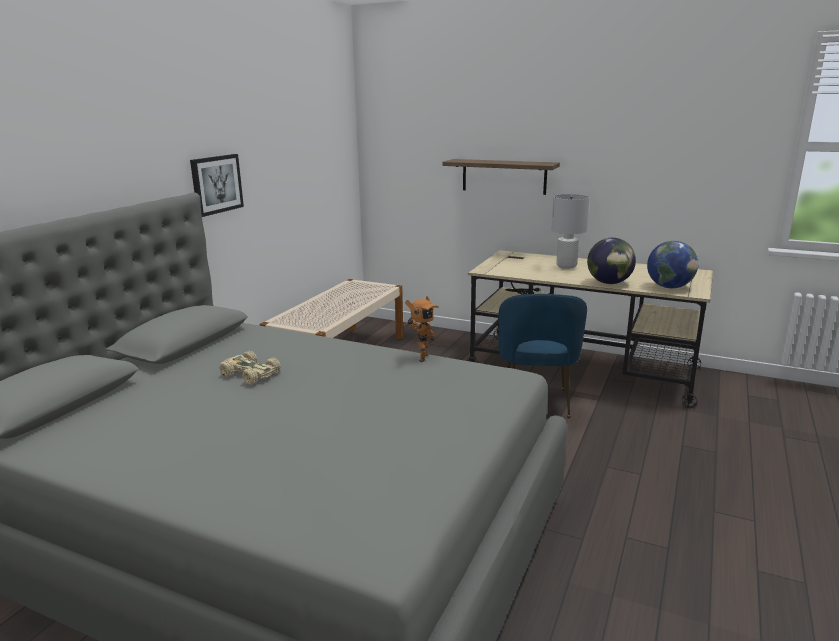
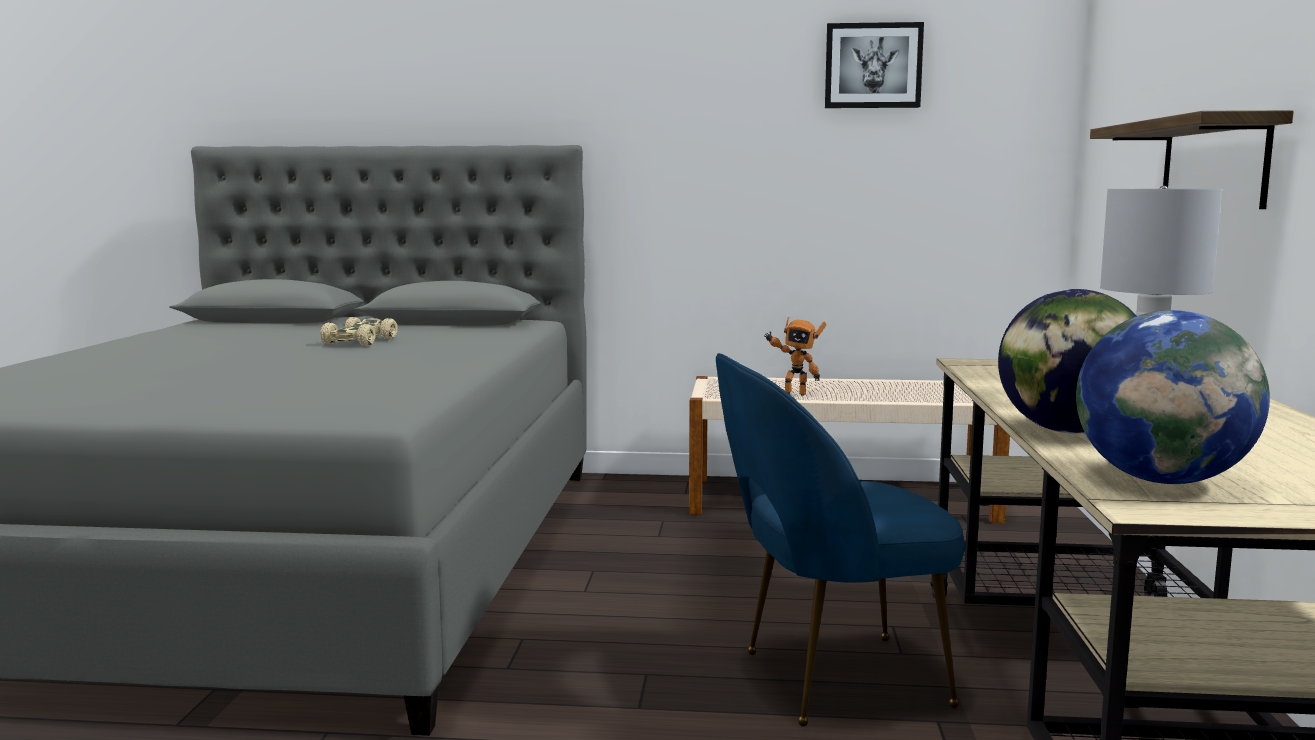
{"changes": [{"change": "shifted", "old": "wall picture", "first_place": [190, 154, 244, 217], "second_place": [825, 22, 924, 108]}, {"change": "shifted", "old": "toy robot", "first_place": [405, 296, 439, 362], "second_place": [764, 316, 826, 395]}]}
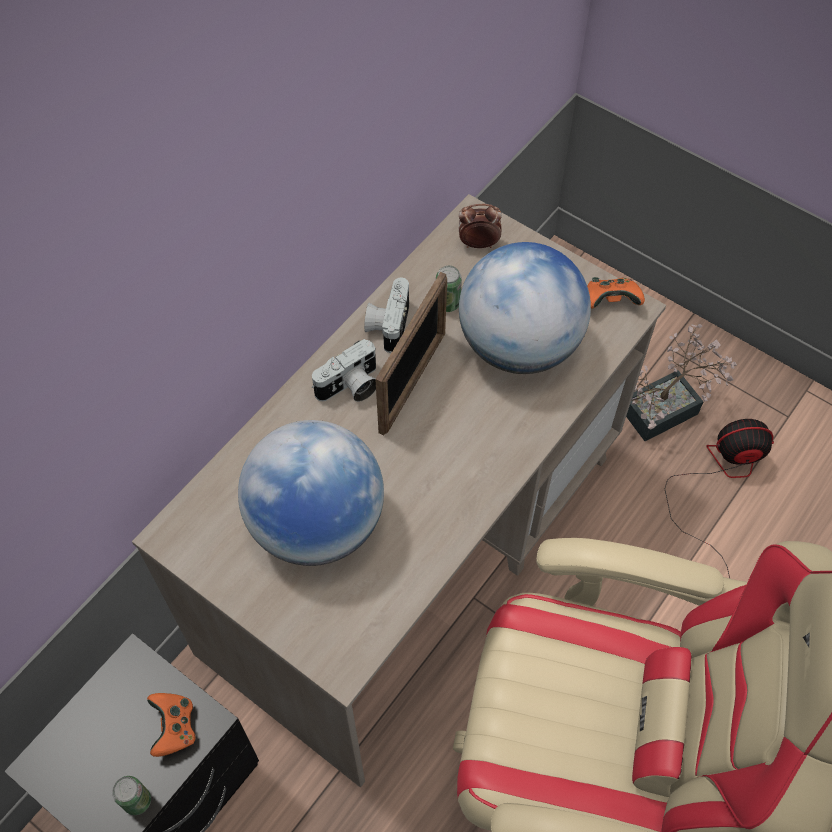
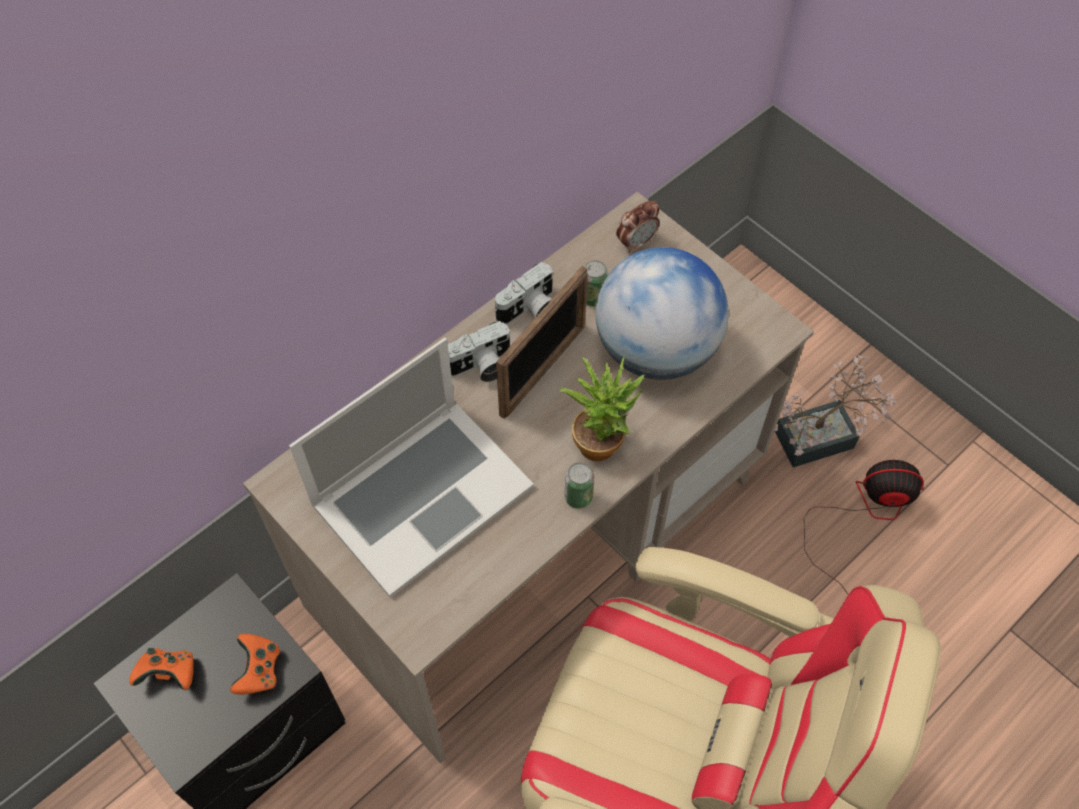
{"changes": [{"change": "rotated", "old": "alarm clock", "first_place": [459, 204, 502, 248], "second_place": [616, 201, 660, 253], "degrees": 135}, {"change": "shifted", "old": "orangey joypad", "first_place": [587, 277, 645, 309], "second_place": [129, 648, 194, 690]}, {"change": "rotated", "old": "photo camera", "first_place": [364, 278, 409, 353], "second_place": [495, 262, 553, 324], "degrees": -150}, {"change": "swapped", "old": "globe", "new": "notebook computer", "first_place": [238, 420, 384, 566], "second_place": [289, 338, 534, 598]}, {"change": "shifted", "old": "sealed can", "first_place": [112, 776, 151, 815], "second_place": [564, 462, 594, 509]}, {"change": "new", "new": "plant in a pot", "second_place": [559, 355, 644, 461]}]}
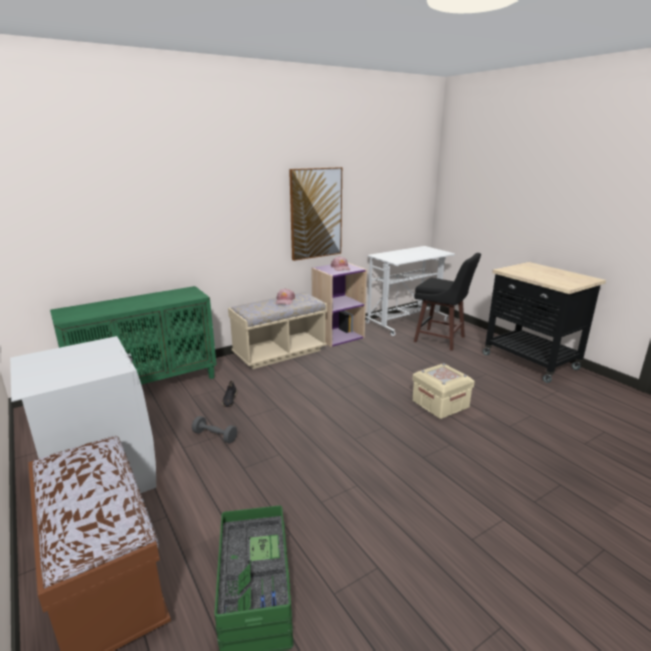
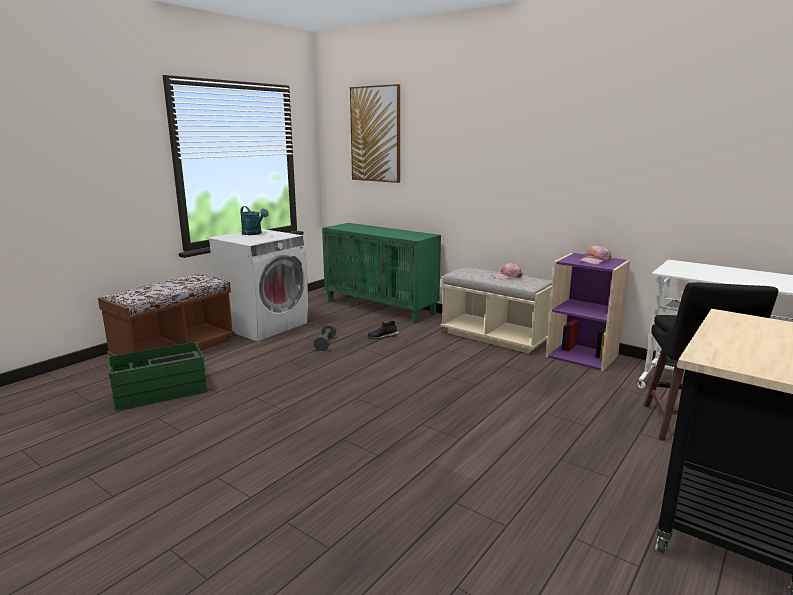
{"changes": [{"change": "shifted", "old": "wall picture", "first_place": [289, 167, 342, 261], "second_place": [350, 84, 400, 183]}, {"change": "gone", "old": "sand-coloured storage box", "first_place": [412, 363, 475, 419]}, {"change": "new", "new": "blue-green watering pot", "second_place": [240, 206, 269, 235]}]}
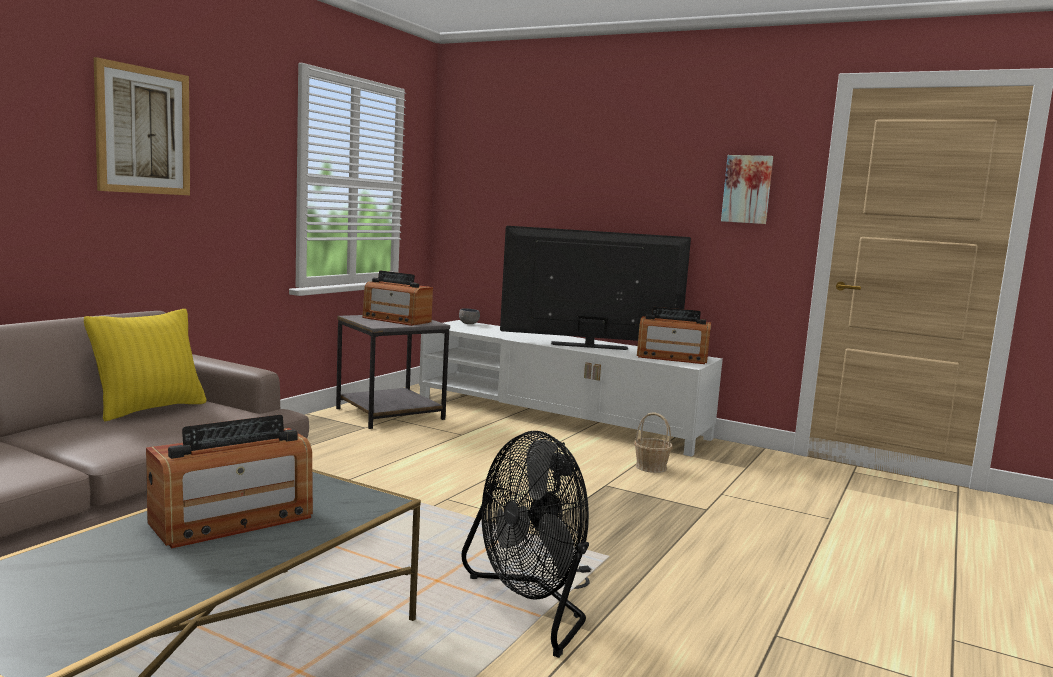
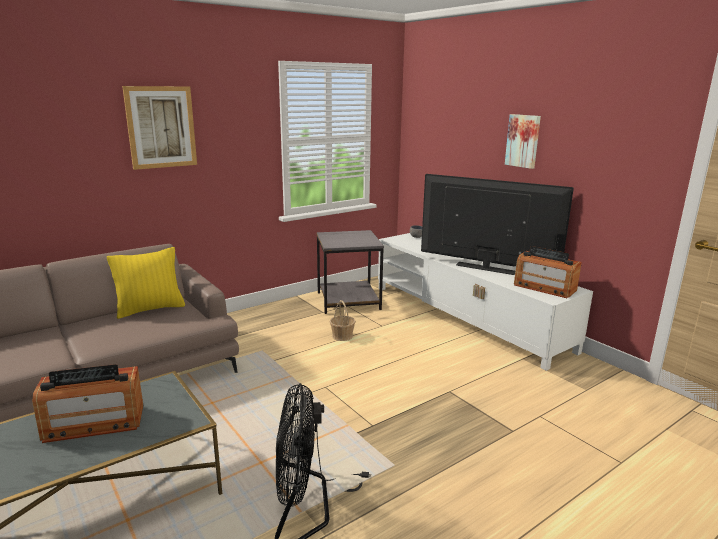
{"changes": [{"change": "shifted", "old": "wall picture", "first_place": [721, 155, 773, 224], "second_place": [505, 114, 541, 169]}, {"change": "gone", "old": "radio set", "first_place": [363, 271, 433, 326]}, {"change": "shifted", "old": "basket", "first_place": [634, 413, 673, 473], "second_place": [329, 300, 356, 341]}]}
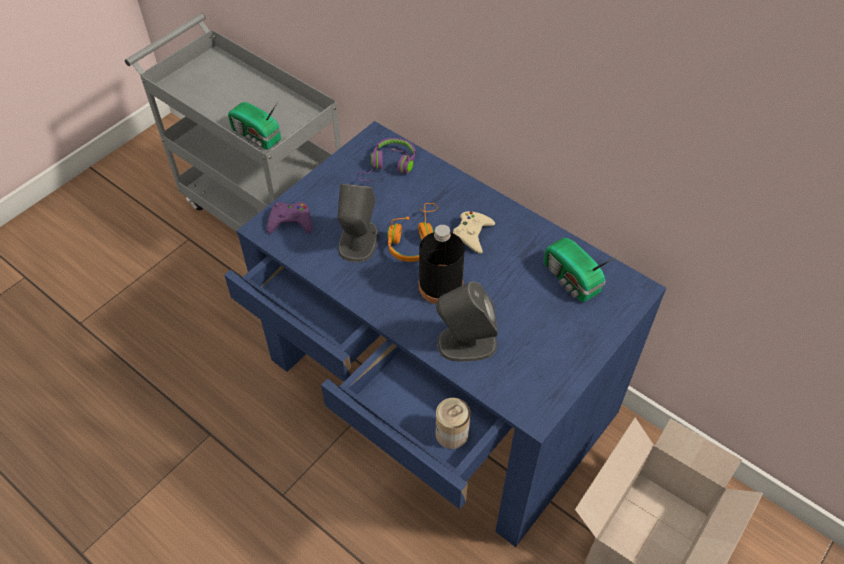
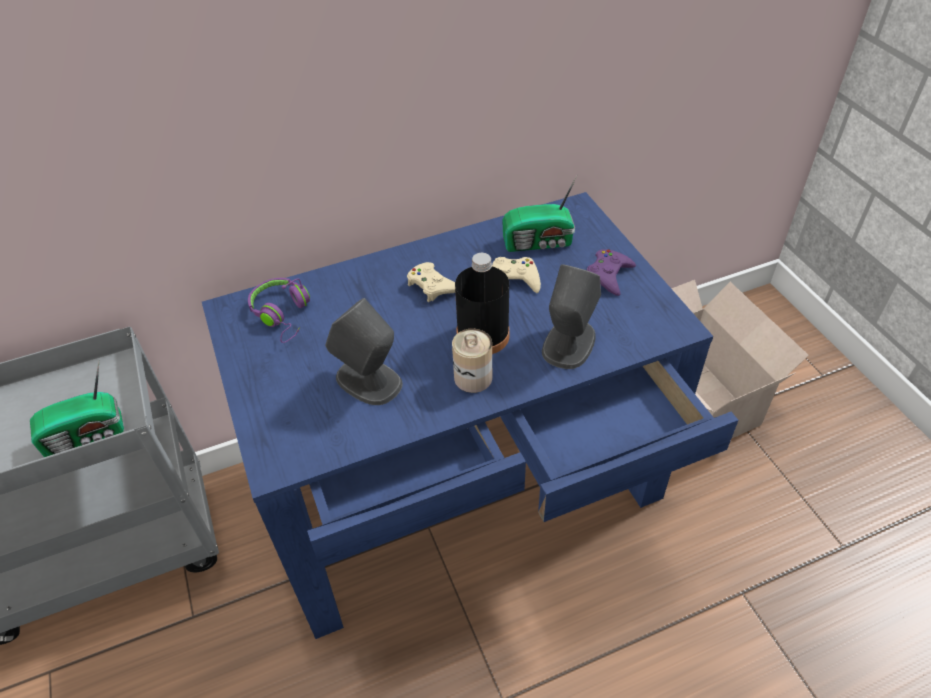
{"changes": [{"change": "shifted", "old": "purple joypad", "first_place": [267, 202, 312, 234], "second_place": [587, 249, 636, 296]}, {"change": "gone", "old": "orangey headphones", "first_place": [387, 203, 438, 262]}, {"change": "shifted", "old": "sealed can", "first_place": [436, 398, 470, 449], "second_place": [452, 329, 492, 393]}, {"change": "new", "new": "sand-coloured joypad", "second_place": [492, 257, 541, 293]}]}
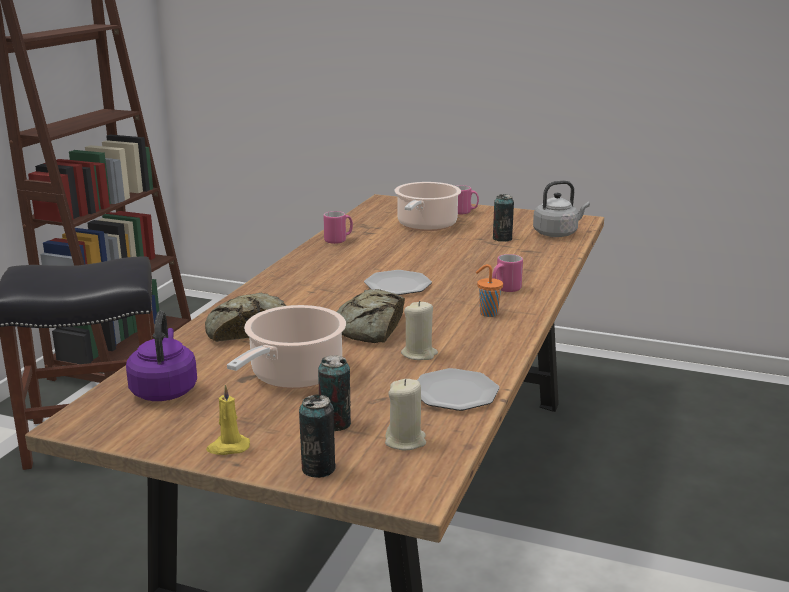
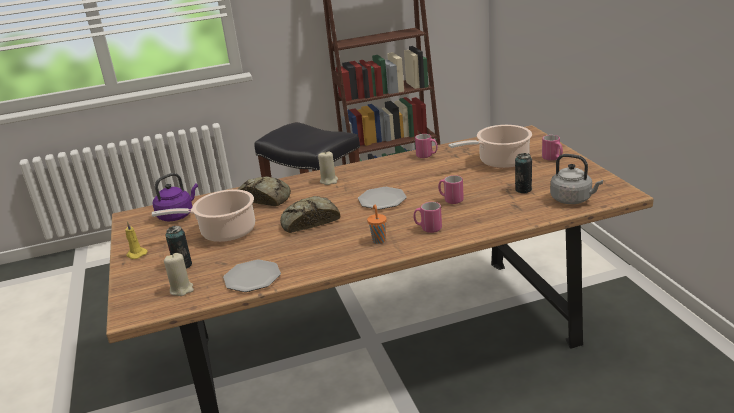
{"changes": [{"change": "shifted", "old": "sand-coloured wax candle", "first_place": [401, 301, 438, 360], "second_place": [318, 151, 338, 185]}, {"change": "gone", "old": "sealed can", "first_place": [299, 394, 336, 478]}, {"change": "new", "new": "pink-coloured tea mug", "second_place": [438, 175, 464, 204]}]}
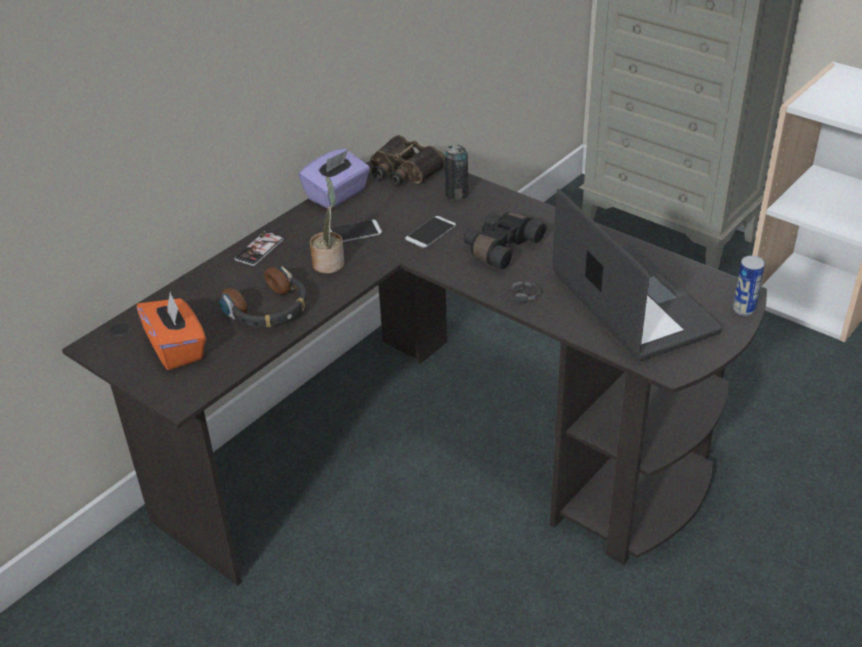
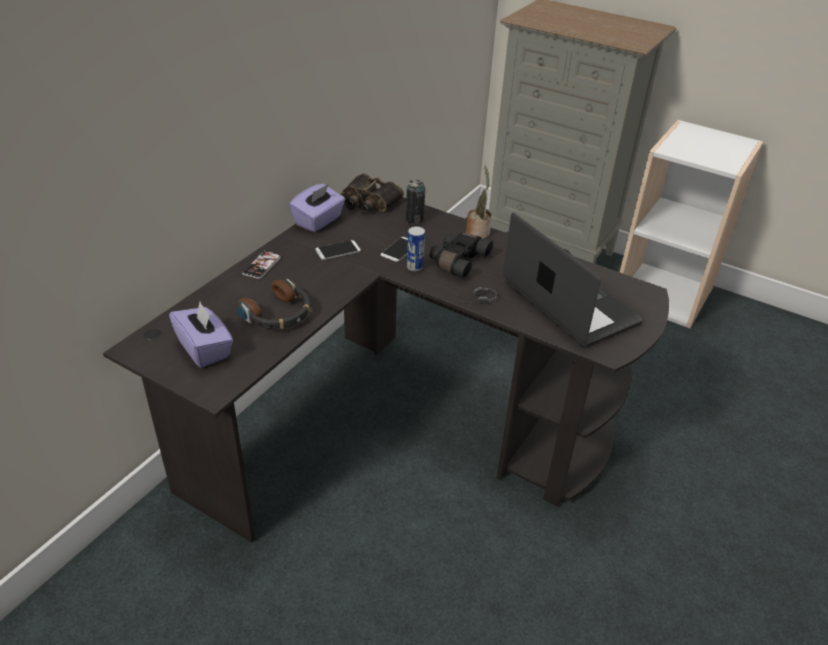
{"changes": [{"change": "shifted", "old": "plant in a pot", "first_place": [310, 176, 344, 273], "second_place": [466, 166, 492, 239]}, {"change": "shifted", "old": "sealed can", "first_place": [733, 256, 765, 316], "second_place": [407, 226, 425, 272]}, {"change": "repainted", "old": "orangey tissue box", "new": "purple tissue box", "first_place": [136, 291, 206, 370], "second_place": [169, 302, 233, 368]}]}
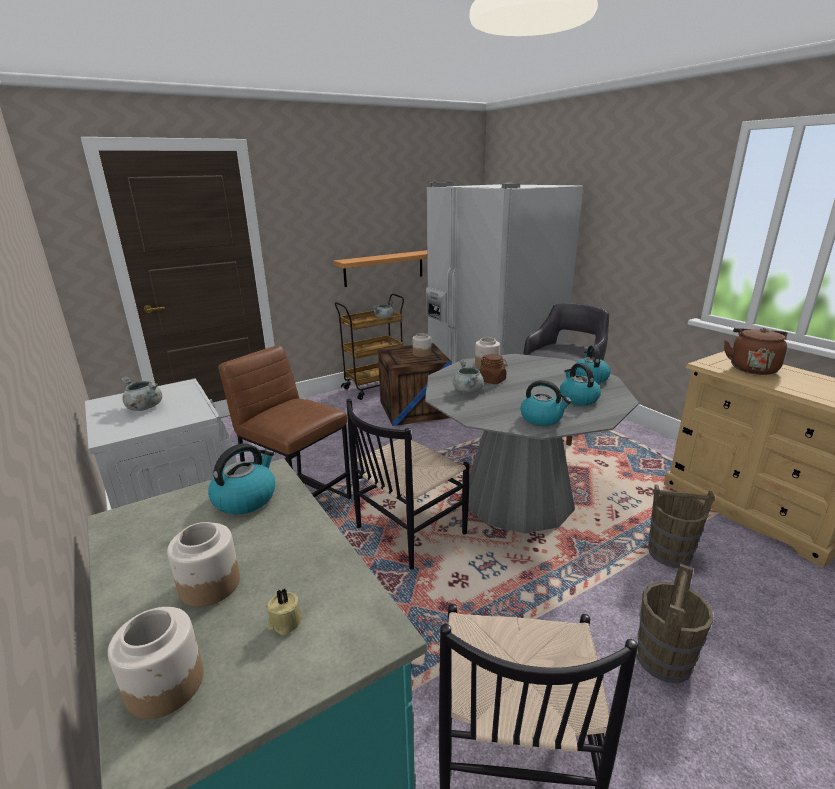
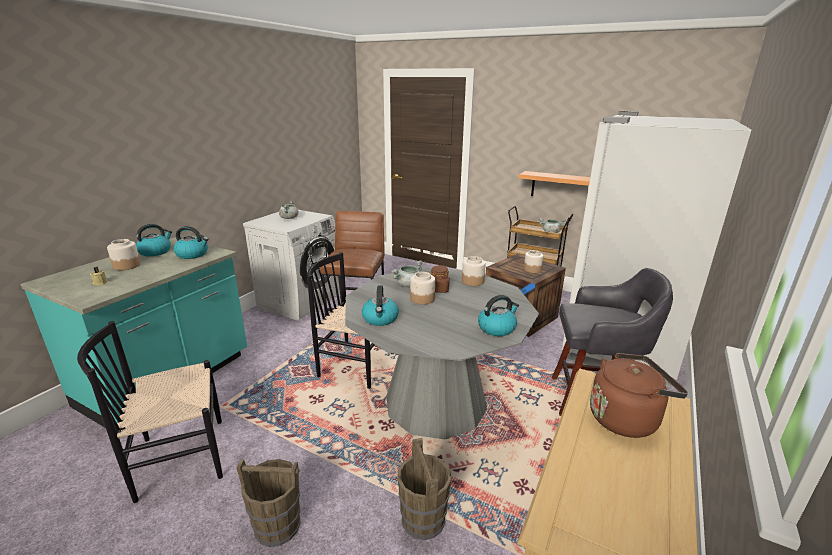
{"changes": [{"change": "shifted", "old": "tea kettle", "first_place": [560, 363, 601, 405], "second_place": [136, 224, 172, 256]}, {"change": "shifted", "old": "storage jar", "first_place": [108, 607, 203, 719], "second_place": [410, 272, 435, 305]}]}
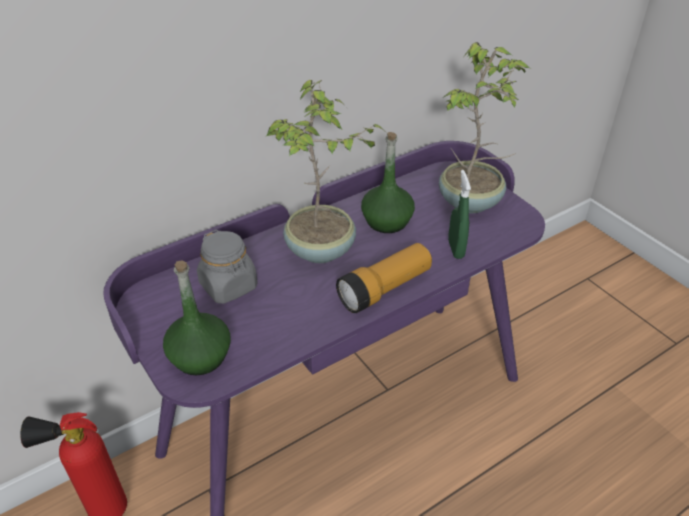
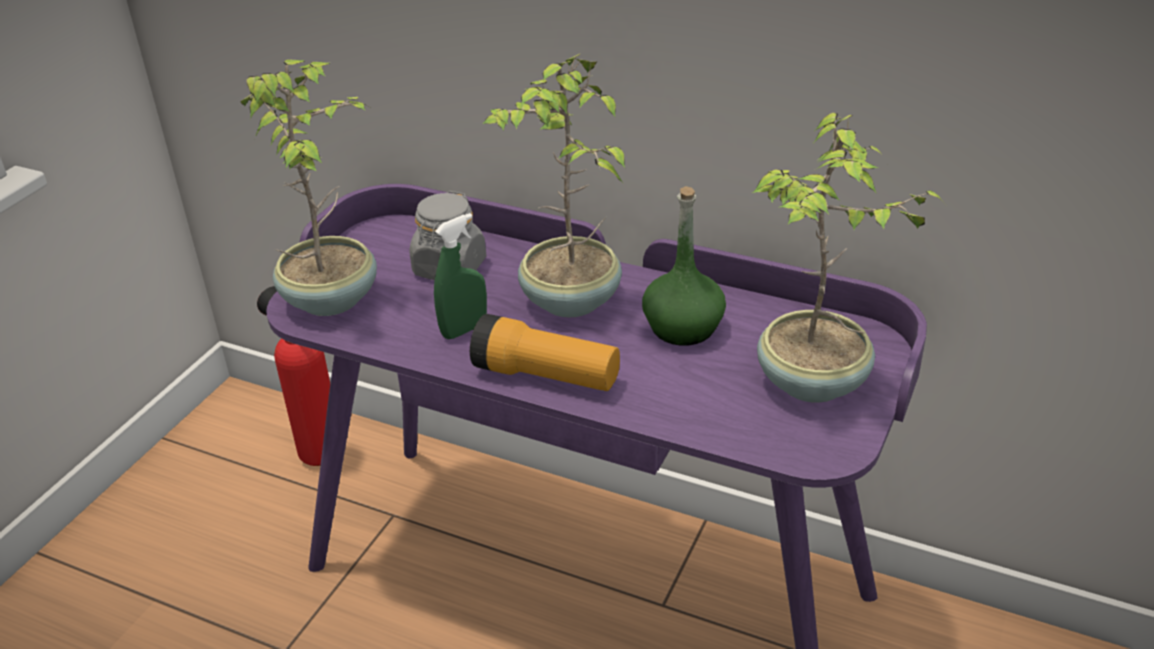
{"changes": [{"change": "shifted", "old": "green sprayer", "first_place": [448, 170, 471, 259], "second_place": [434, 213, 487, 339]}, {"change": "swapped", "old": "green beverage bottle", "new": "plant in a pot", "first_place": [163, 260, 231, 375], "second_place": [241, 59, 377, 316]}]}
